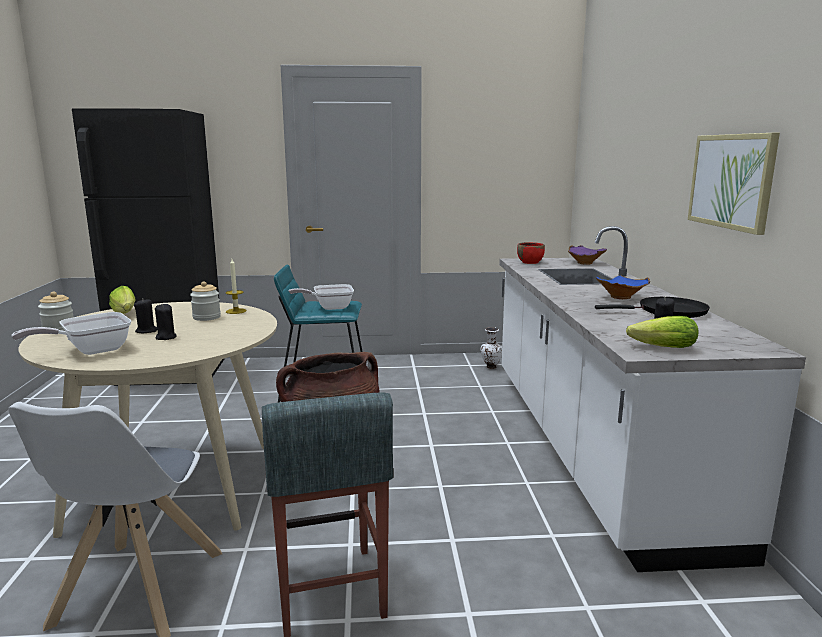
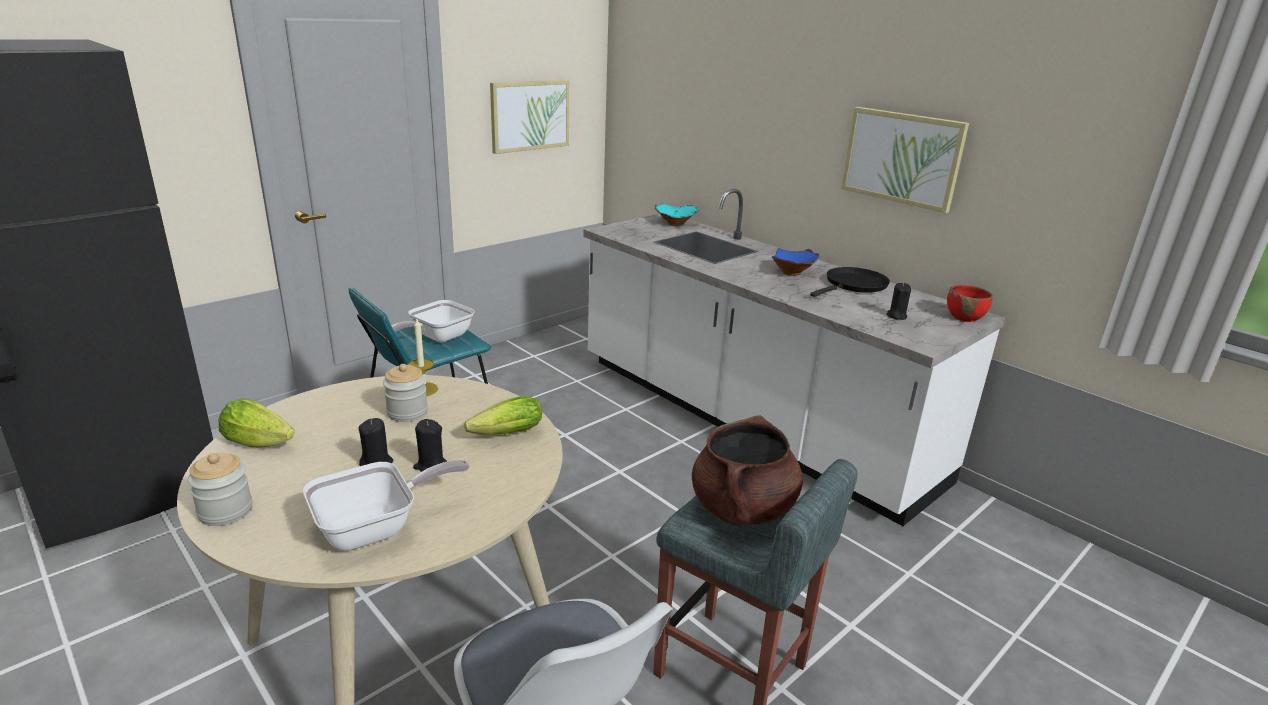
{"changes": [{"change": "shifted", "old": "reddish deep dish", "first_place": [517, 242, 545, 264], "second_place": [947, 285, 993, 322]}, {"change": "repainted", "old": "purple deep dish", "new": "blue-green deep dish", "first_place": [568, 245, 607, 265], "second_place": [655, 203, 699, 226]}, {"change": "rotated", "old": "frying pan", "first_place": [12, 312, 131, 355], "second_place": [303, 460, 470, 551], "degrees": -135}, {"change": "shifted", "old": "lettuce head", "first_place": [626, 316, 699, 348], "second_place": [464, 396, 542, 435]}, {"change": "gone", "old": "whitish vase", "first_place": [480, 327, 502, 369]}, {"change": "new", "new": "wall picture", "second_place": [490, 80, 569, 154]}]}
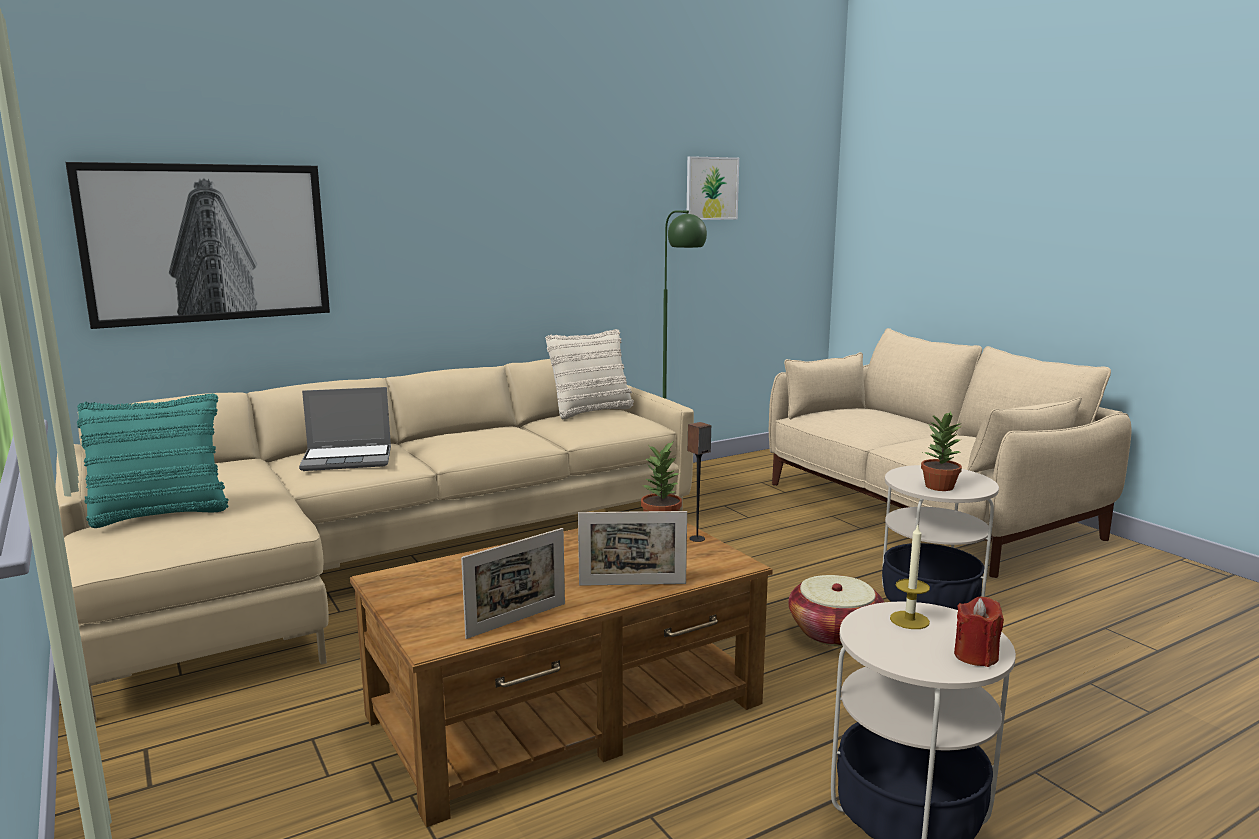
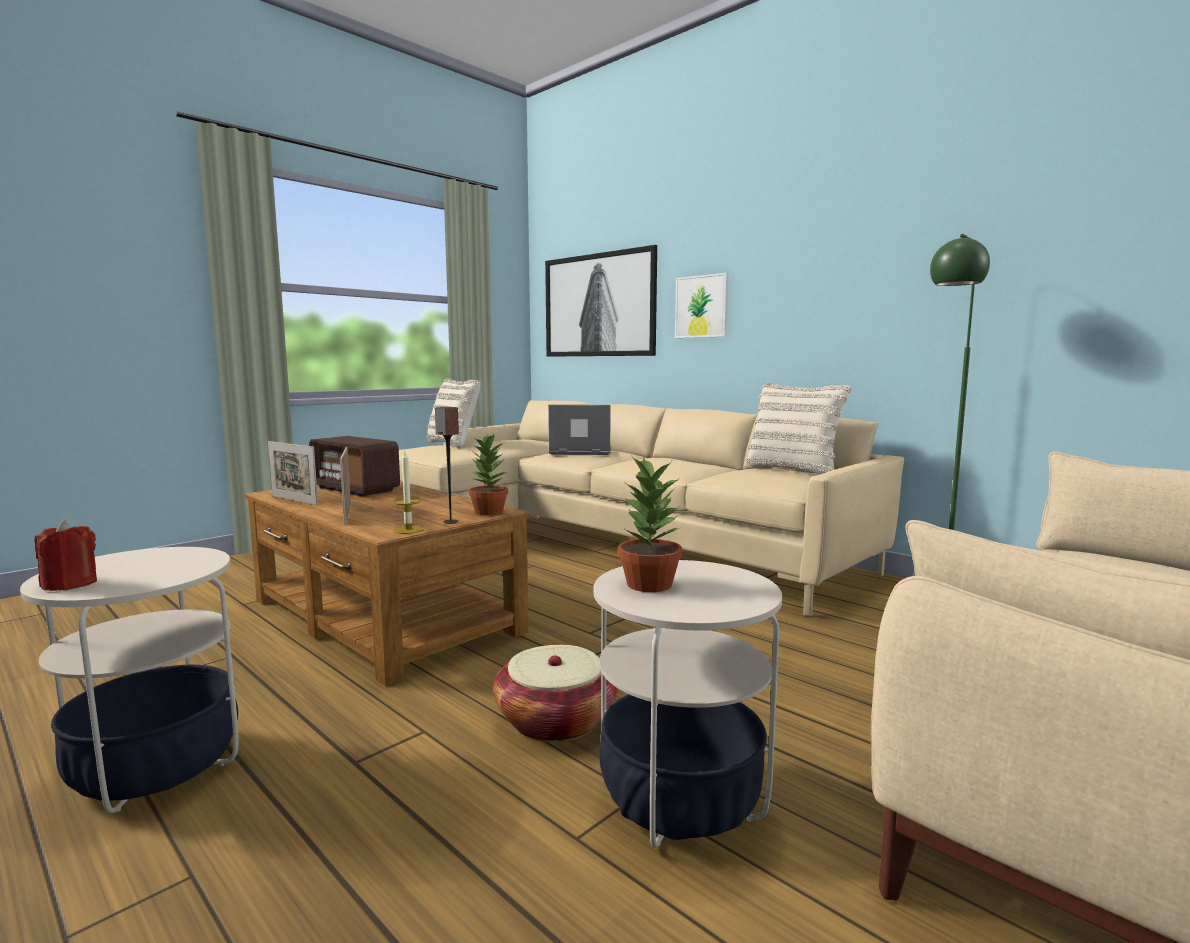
{"changes": [{"change": "shifted", "old": "wall picture", "first_place": [687, 156, 739, 220], "second_place": [675, 273, 729, 338]}, {"change": "rotated", "old": "notebook computer", "first_place": [299, 387, 391, 471], "second_place": [548, 404, 612, 455], "degrees": 120}, {"change": "repainted", "old": "blue-green throw pillow", "new": "sand-coloured throw pillow", "first_place": [77, 393, 229, 528], "second_place": [426, 378, 480, 448]}, {"change": "shifted", "old": "wax candle", "first_place": [890, 525, 930, 629], "second_place": [393, 452, 424, 534]}, {"change": "new", "new": "radio set", "second_place": [309, 436, 400, 496]}]}
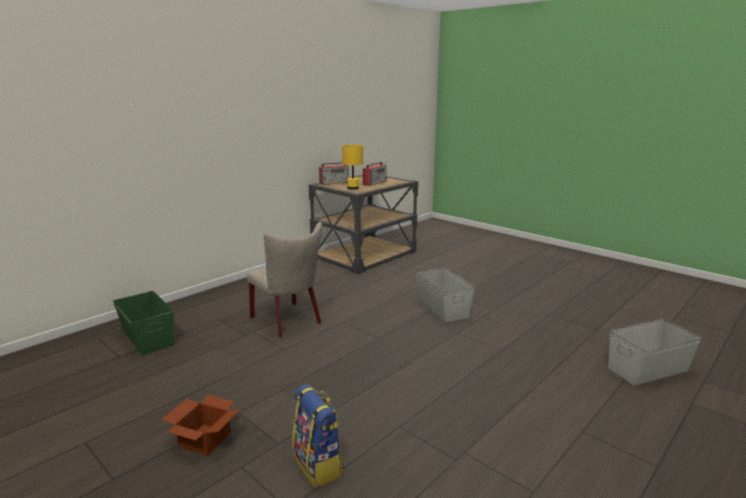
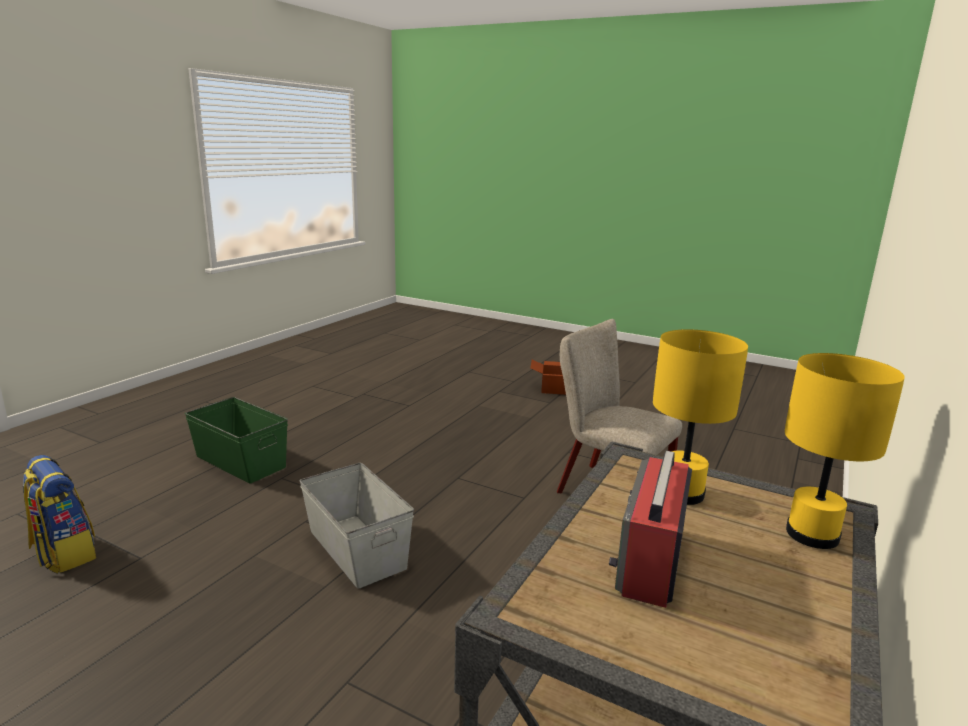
{"changes": [{"change": "swapped", "old": "radio set", "new": "yellow-coloured table lamp", "first_place": [319, 162, 349, 185], "second_place": [785, 353, 905, 549]}, {"change": "shifted", "old": "green storage box", "first_place": [113, 291, 174, 355], "second_place": [185, 397, 288, 483]}, {"change": "gone", "old": "greyish storage box", "first_place": [608, 319, 701, 386]}, {"change": "shifted", "old": "knapsack", "first_place": [292, 384, 344, 488], "second_place": [23, 455, 96, 574]}]}
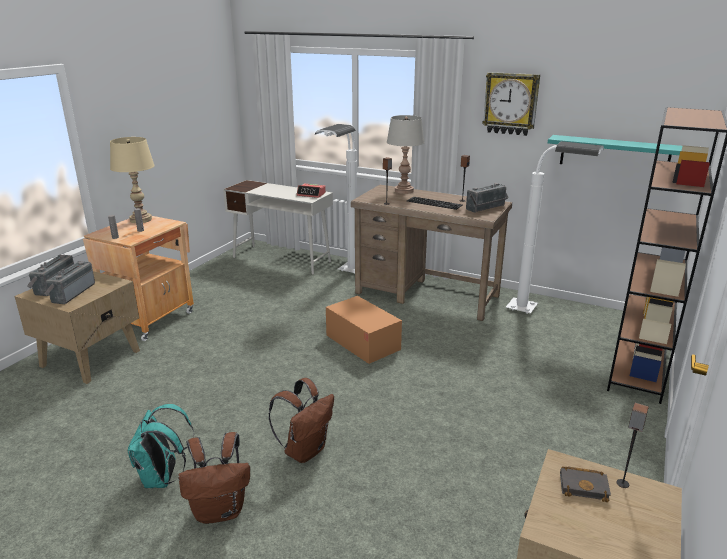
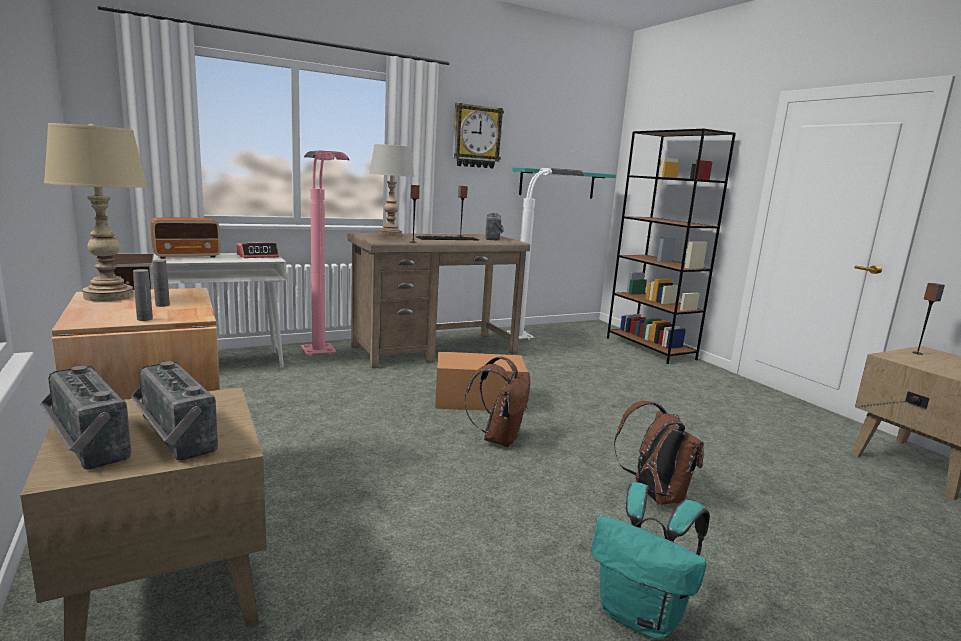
{"changes": [{"change": "repainted", "old": "whitish standard lamp", "new": "pink-coloured standard lamp", "first_place": [315, 124, 357, 274], "second_place": [301, 151, 349, 356]}, {"change": "shifted", "old": "brownish knapsack", "first_place": [178, 432, 250, 524], "second_place": [464, 356, 530, 447]}, {"change": "gone", "old": "black book", "first_place": [560, 466, 611, 502]}, {"change": "new", "new": "radio set", "second_place": [150, 218, 220, 259]}]}
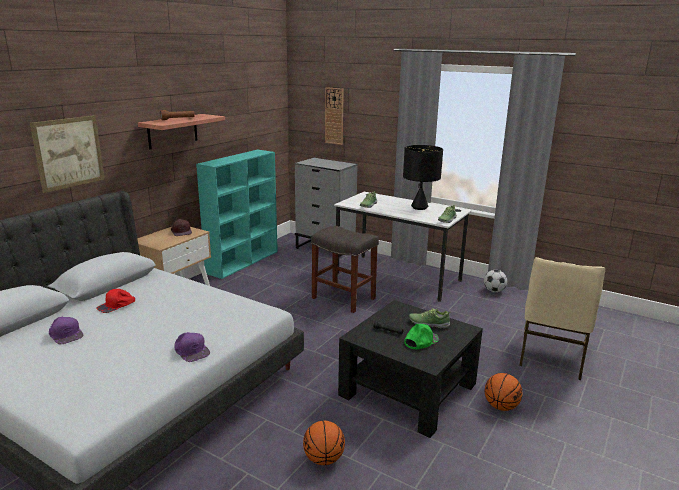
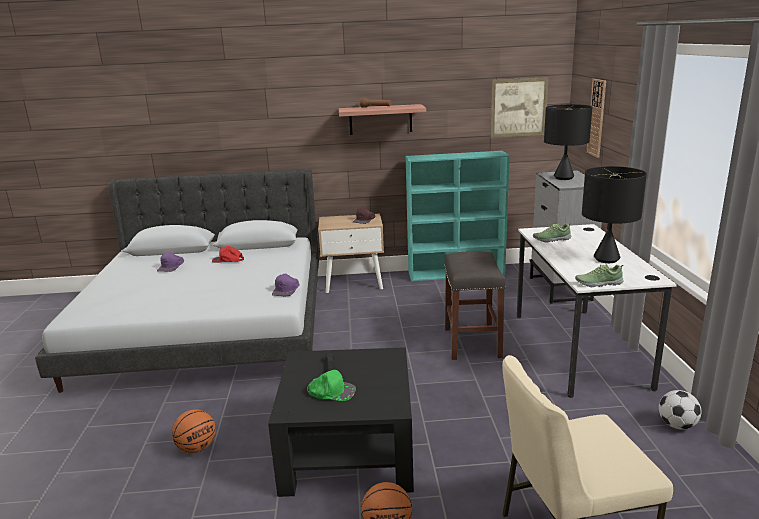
{"changes": [{"change": "shifted", "old": "wall picture", "first_place": [30, 115, 105, 193], "second_place": [490, 77, 549, 138]}, {"change": "gone", "old": "low shoe", "first_place": [409, 308, 451, 329]}, {"change": "shifted", "old": "purple baseball cap", "first_place": [174, 332, 210, 362], "second_place": [272, 273, 299, 296]}, {"change": "new", "new": "black table lamp", "second_place": [544, 104, 592, 180]}]}
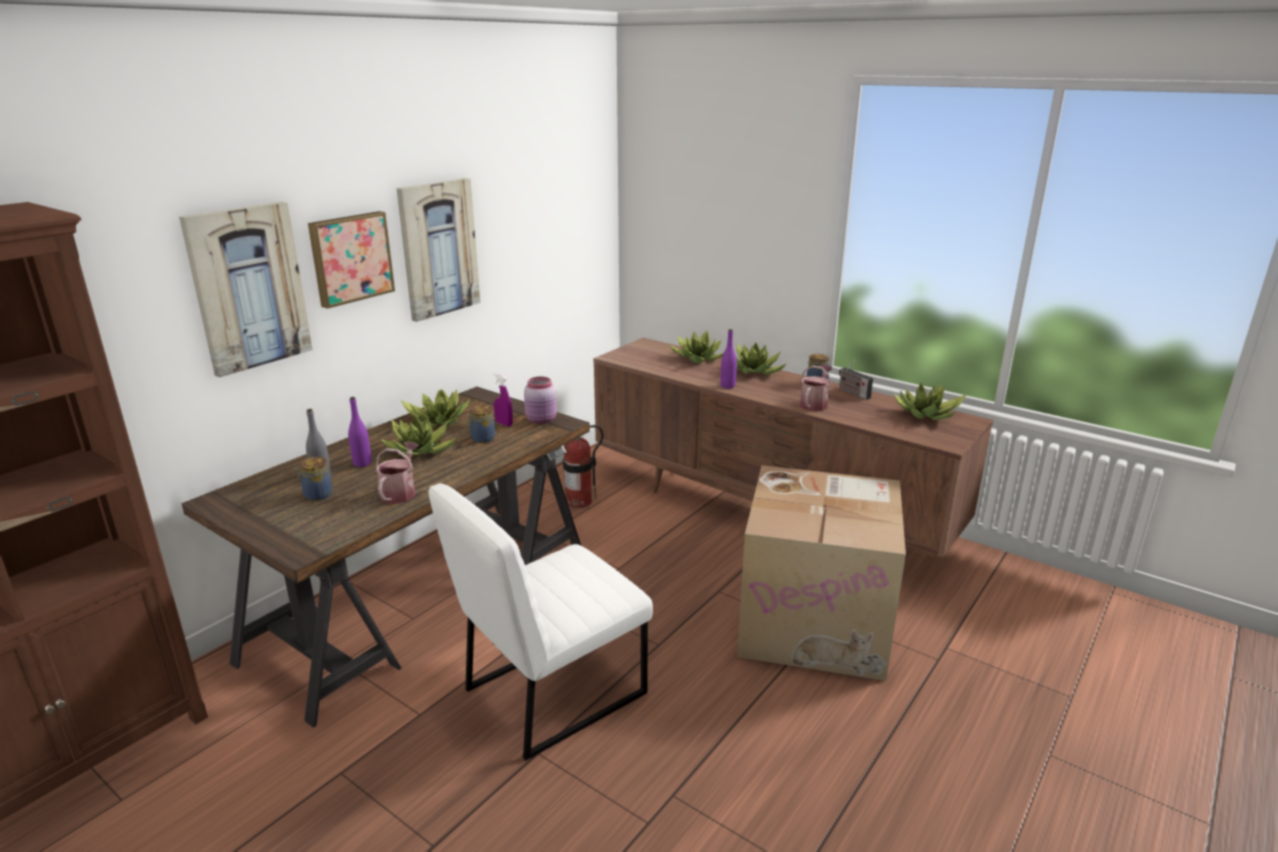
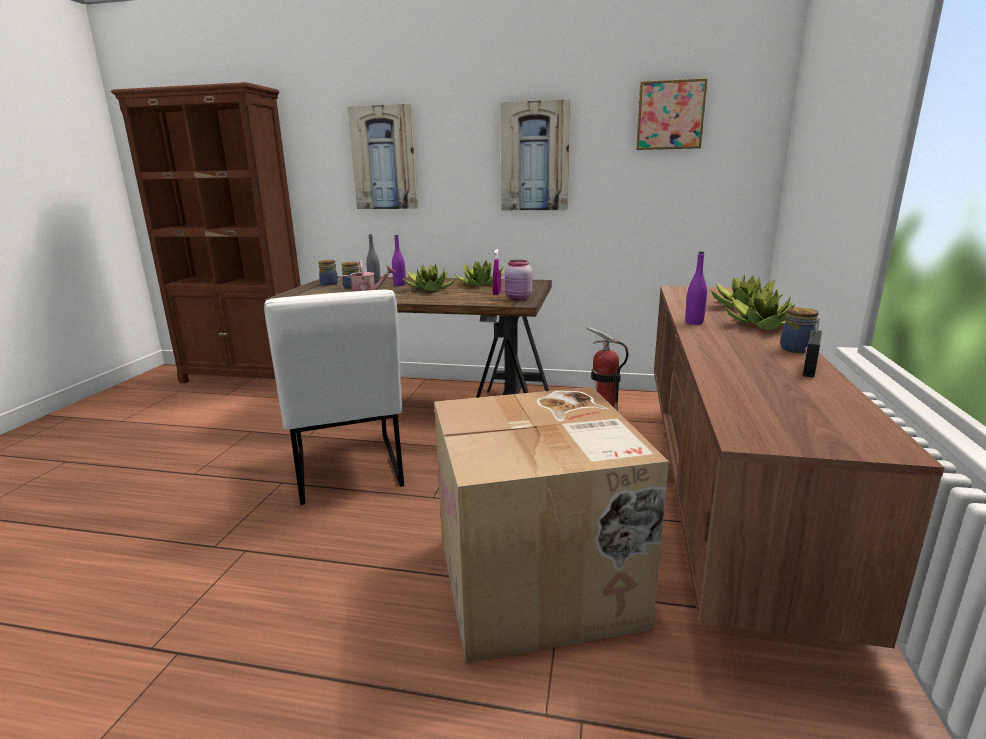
{"changes": [{"change": "shifted", "old": "wall picture", "first_place": [308, 211, 395, 309], "second_place": [636, 78, 708, 150]}, {"change": "gone", "old": "watering pot", "first_place": [800, 364, 833, 411]}, {"change": "gone", "old": "plant in a pot", "first_place": [894, 382, 967, 420]}, {"change": "shifted", "old": "storage jar", "first_place": [467, 405, 495, 443], "second_place": [318, 260, 338, 286]}, {"change": "rotated", "old": "whitish plain chair", "first_place": [428, 483, 653, 761], "second_place": [264, 290, 404, 505], "degrees": -135}]}
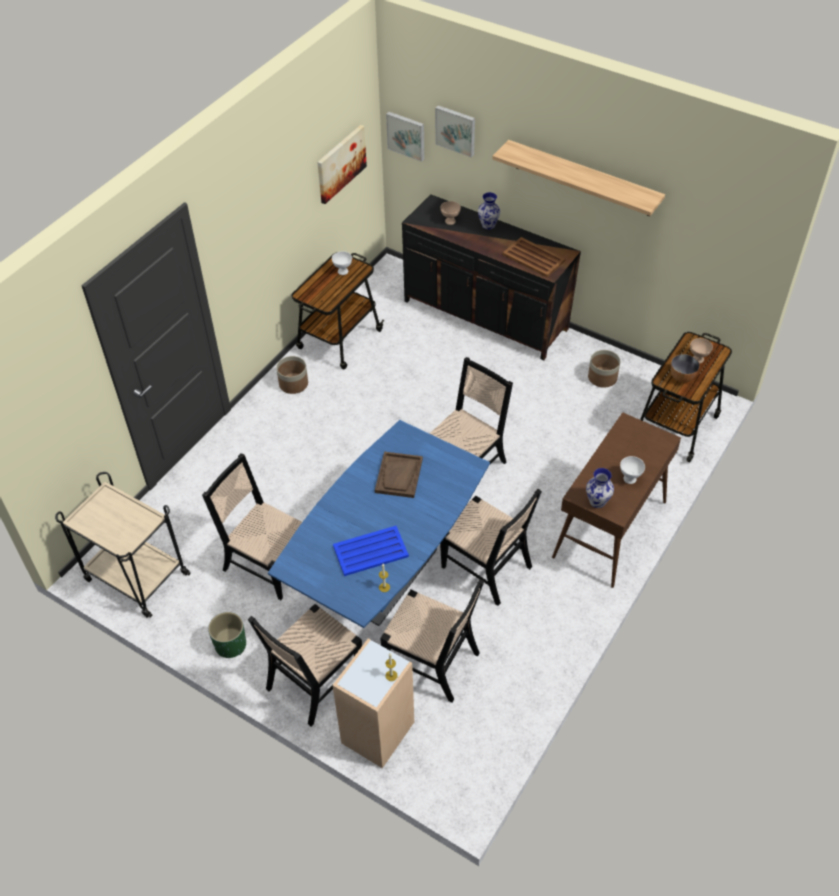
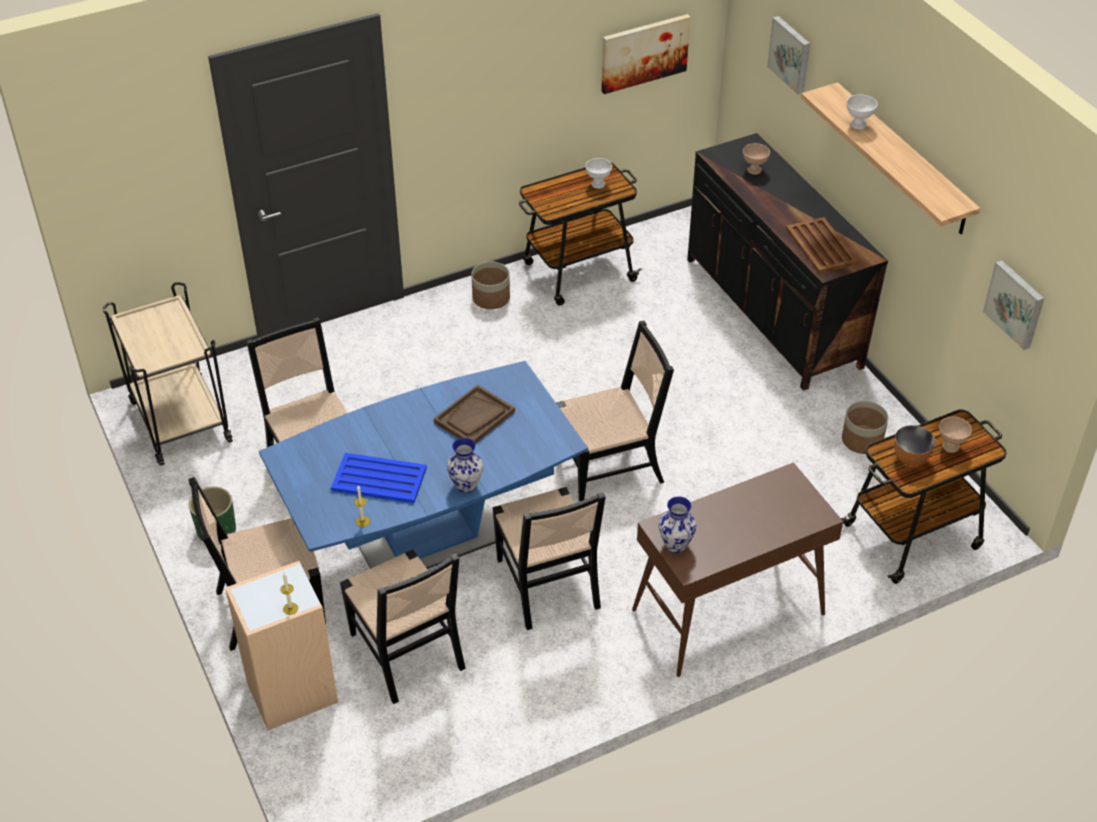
{"changes": [{"change": "shifted", "old": "wall picture", "first_place": [386, 112, 424, 162], "second_place": [983, 260, 1044, 350]}, {"change": "shifted", "old": "vase", "first_place": [478, 192, 500, 230], "second_place": [447, 438, 483, 493]}, {"change": "shifted", "old": "whitish deep dish", "first_place": [620, 456, 645, 484], "second_place": [847, 95, 877, 130]}]}
